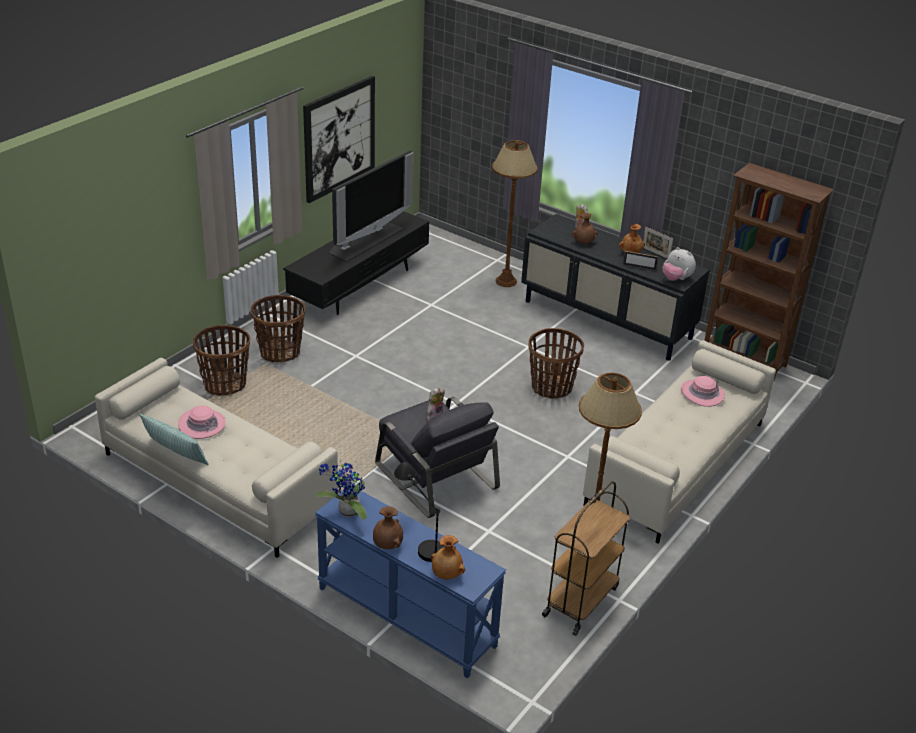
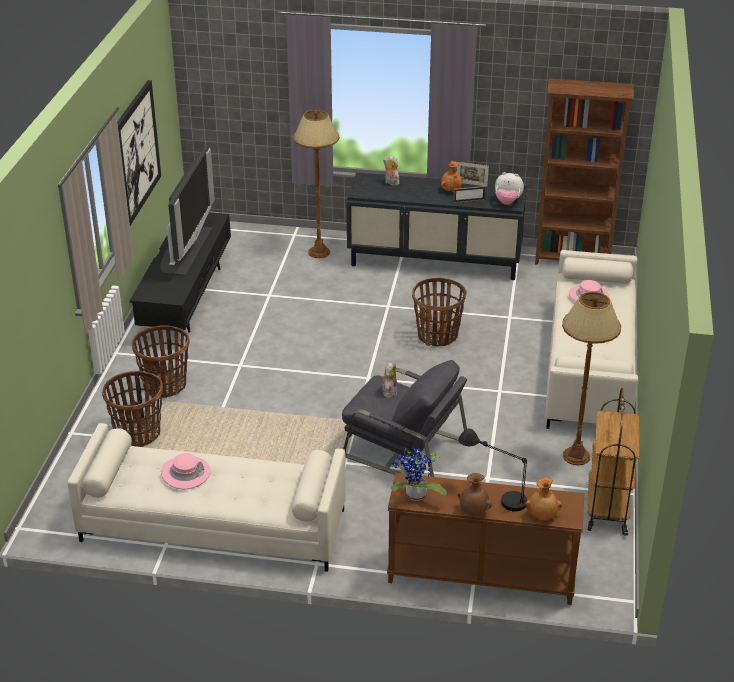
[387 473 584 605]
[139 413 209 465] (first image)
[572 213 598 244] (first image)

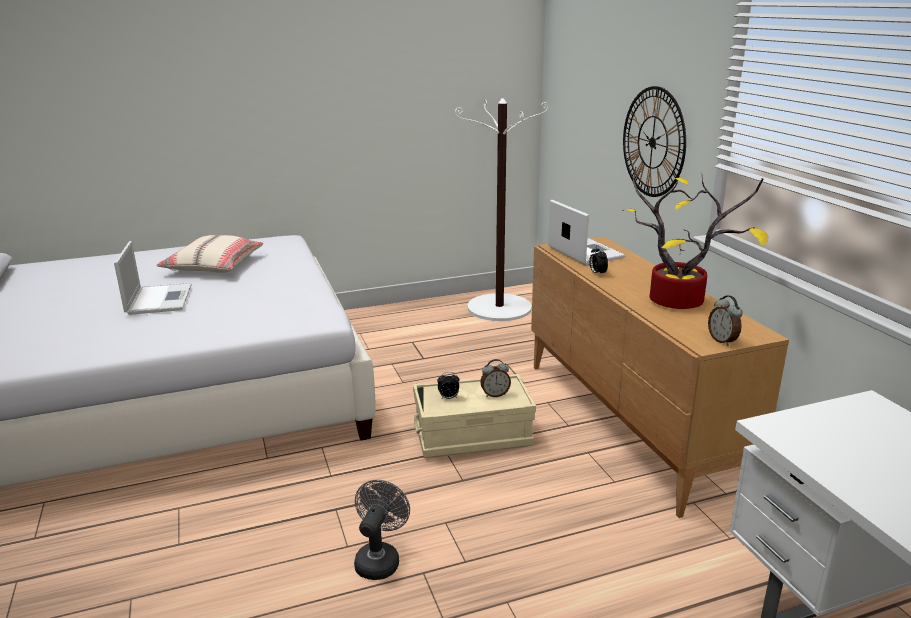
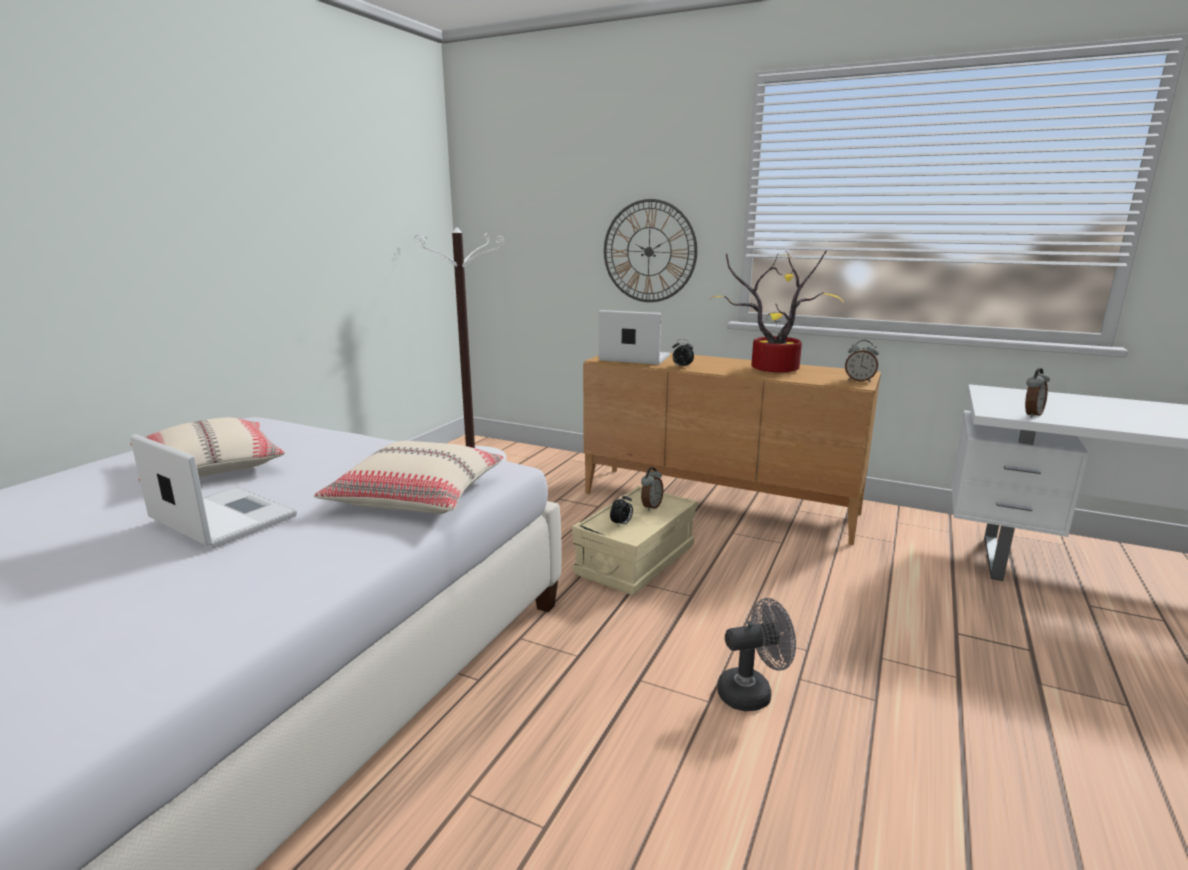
[314 441 504 514]
[717 598 796 711]
[1025 368 1050 418]

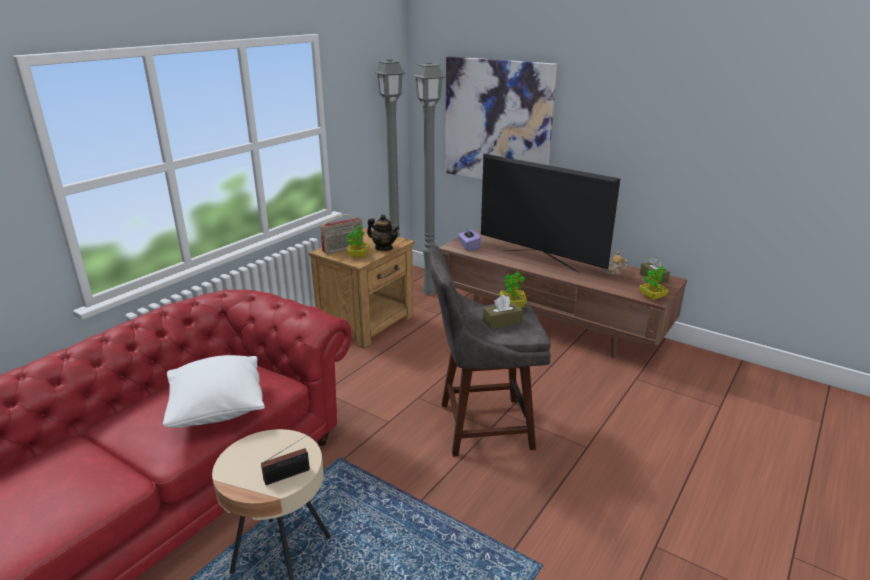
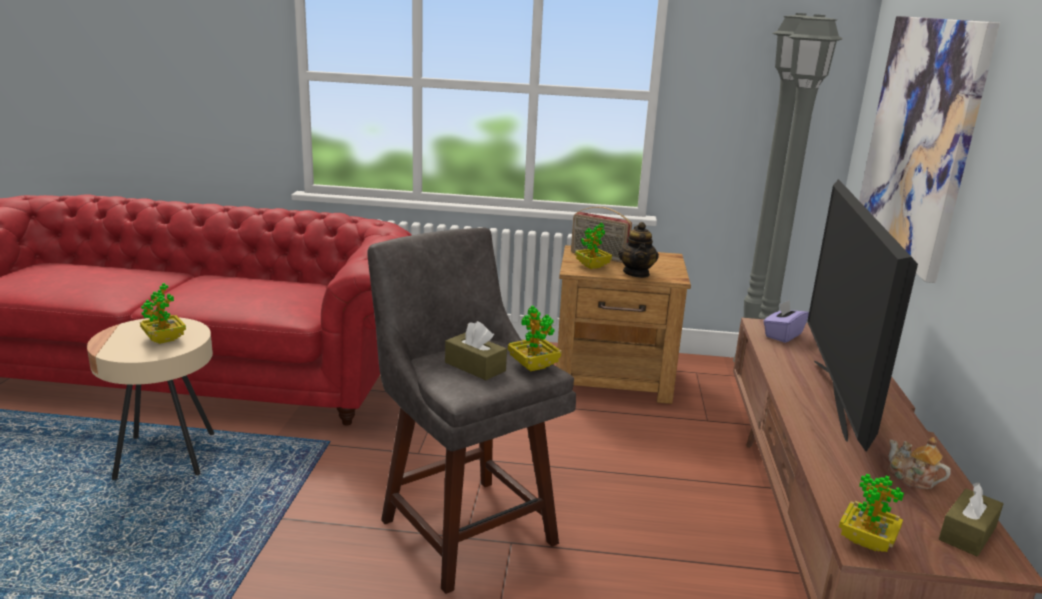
[140 283 186 344]
[163 355 265 428] (first image)
[261 433 310 485] (first image)

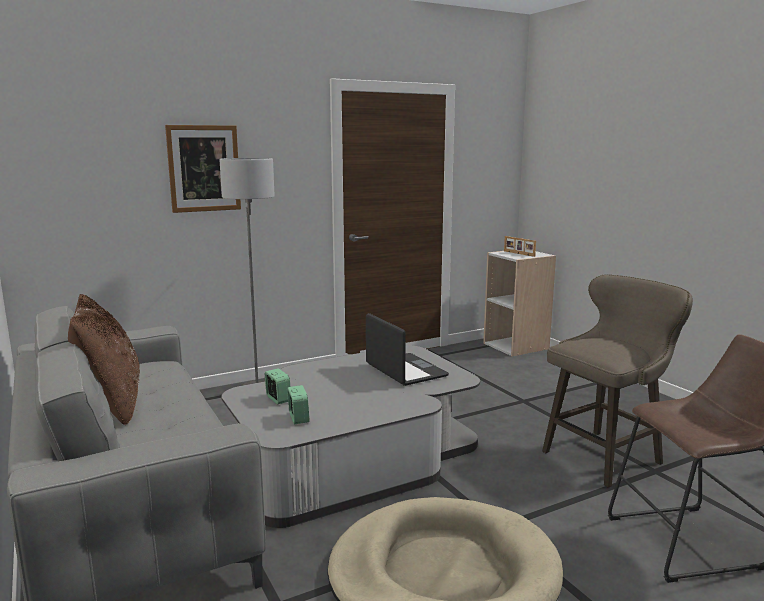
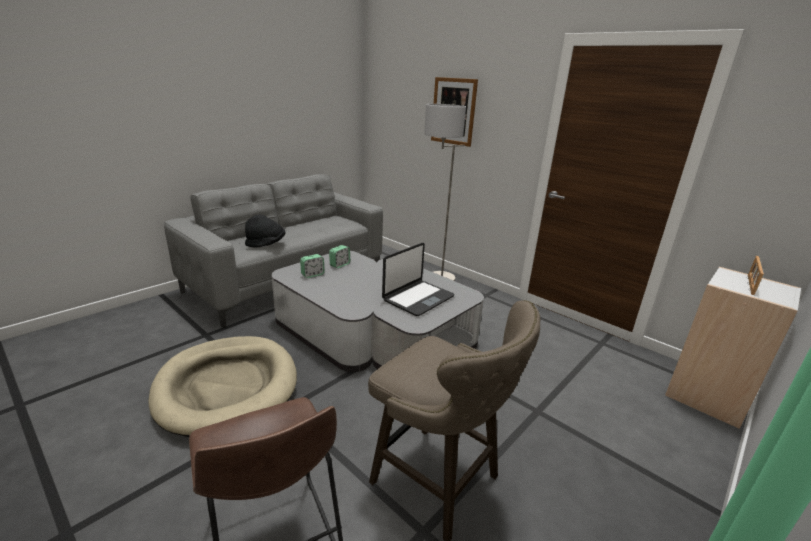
[245 214 285 247]
[68 294 140 425] (first image)

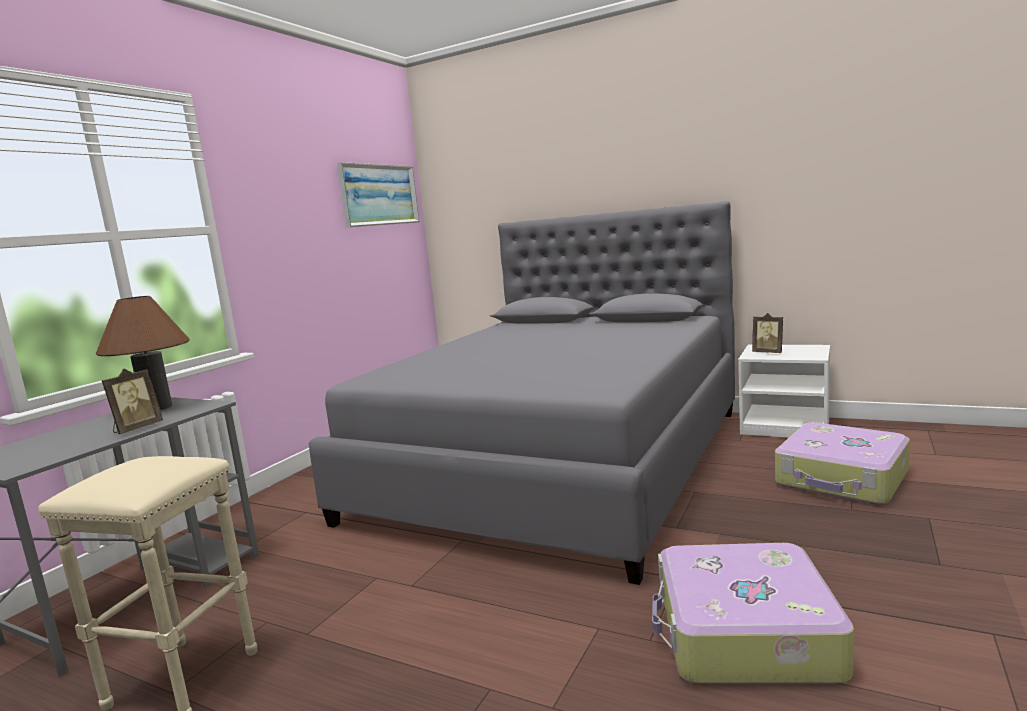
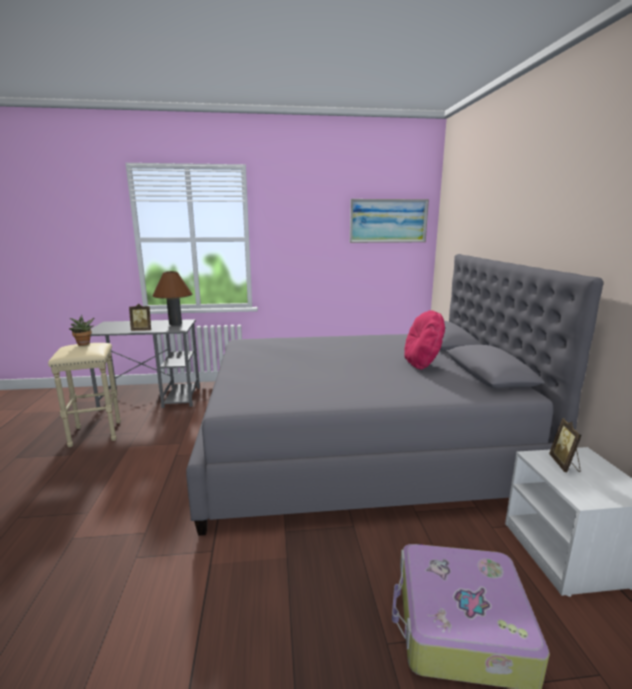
[69 314 94 346]
[404 310 445 370]
[652 543 854 684] (first image)

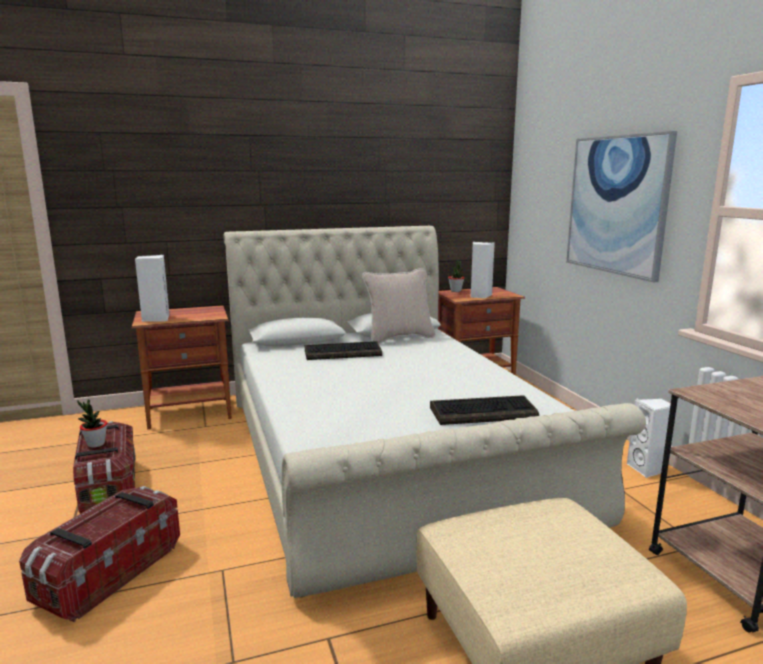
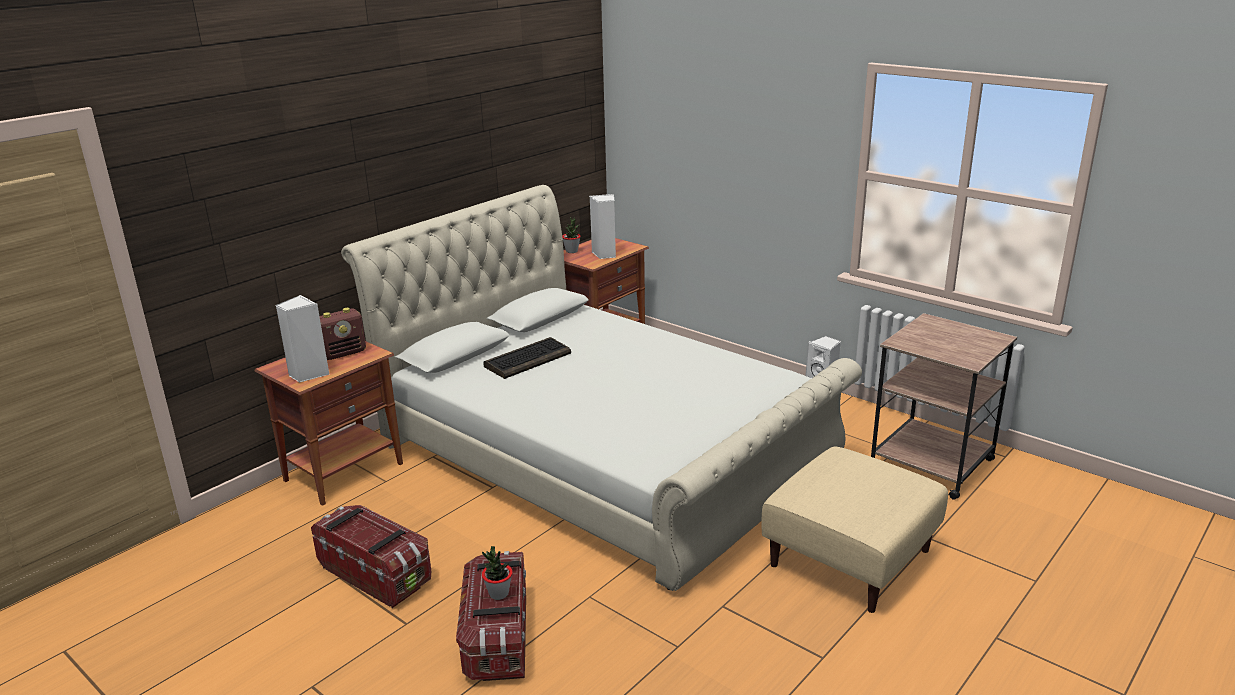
[320 308 366 360]
[482 546 513 600]
[362 268 435 344] (first image)
[430 395 539 425] (first image)
[566 131 677 283] (first image)

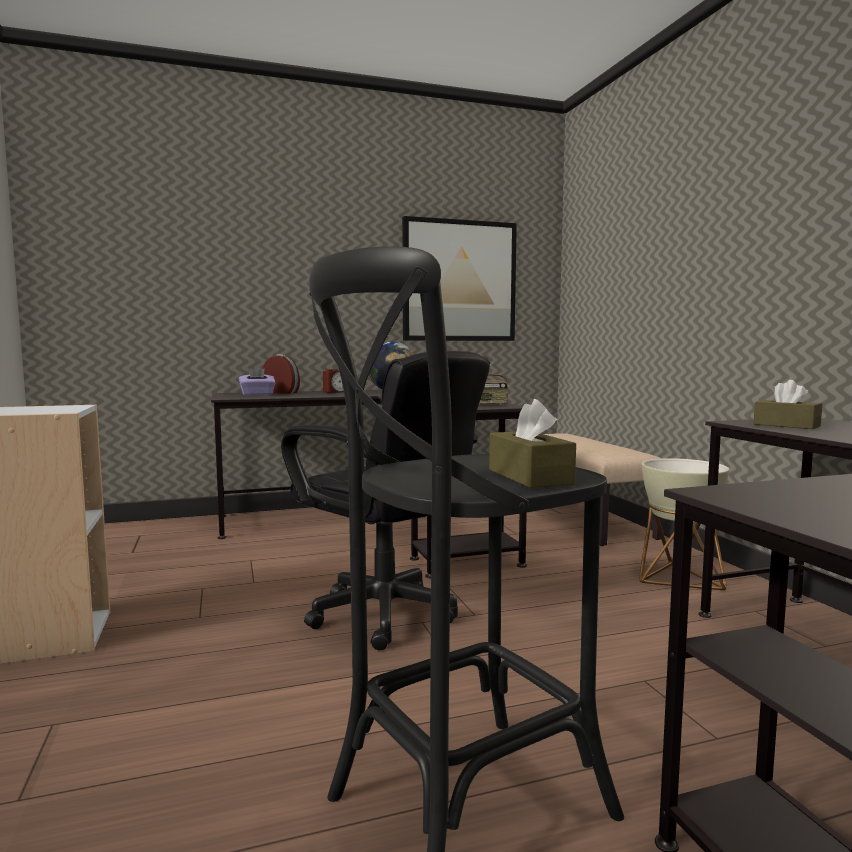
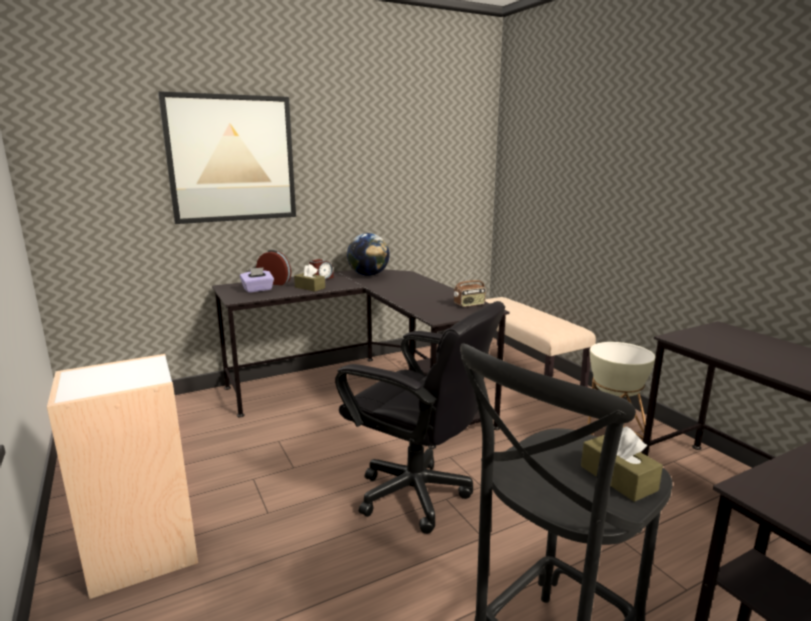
[158 91 296 224]
[294 264 325 292]

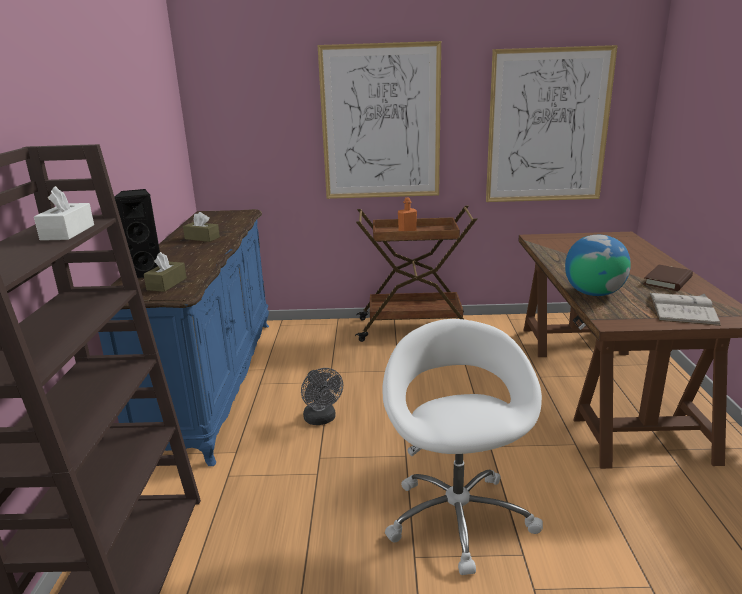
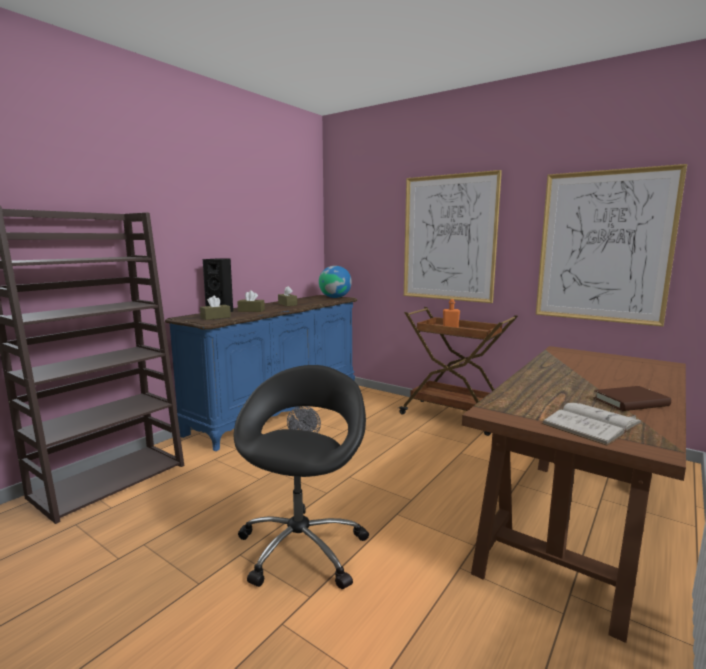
[234 365 369 589]
[237 290 265 312]
[319 266 352 298]
[34 186 94 241] (first image)

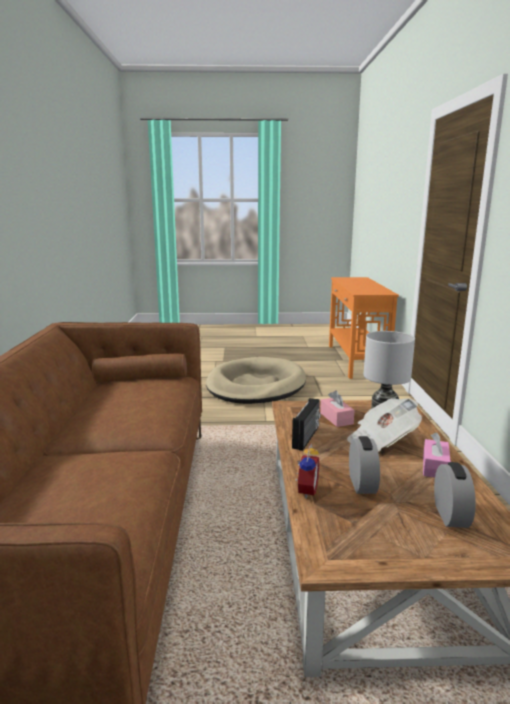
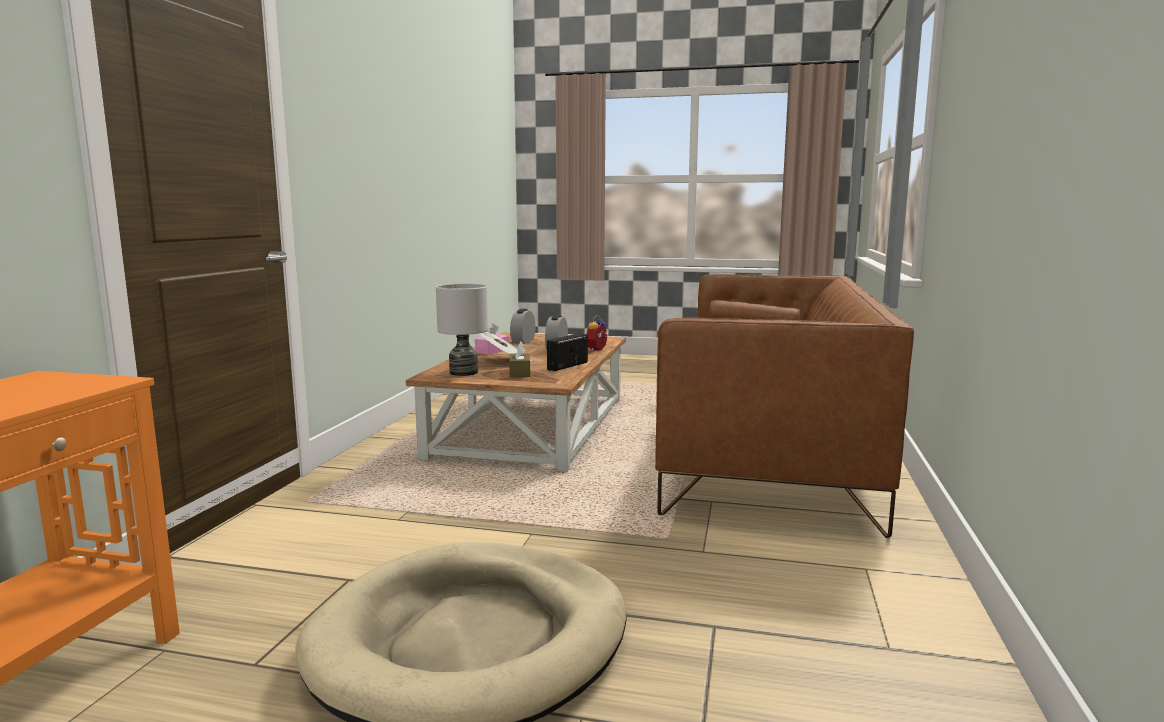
[509 342 530 377]

